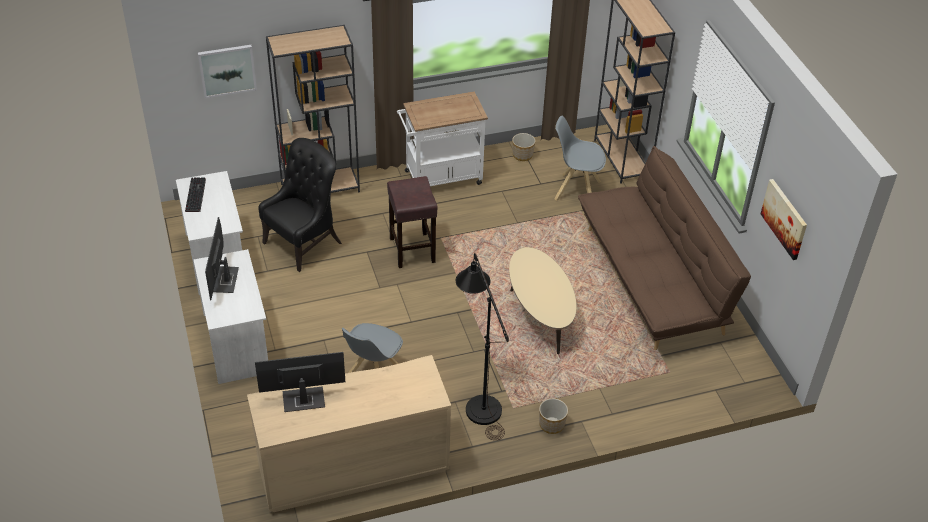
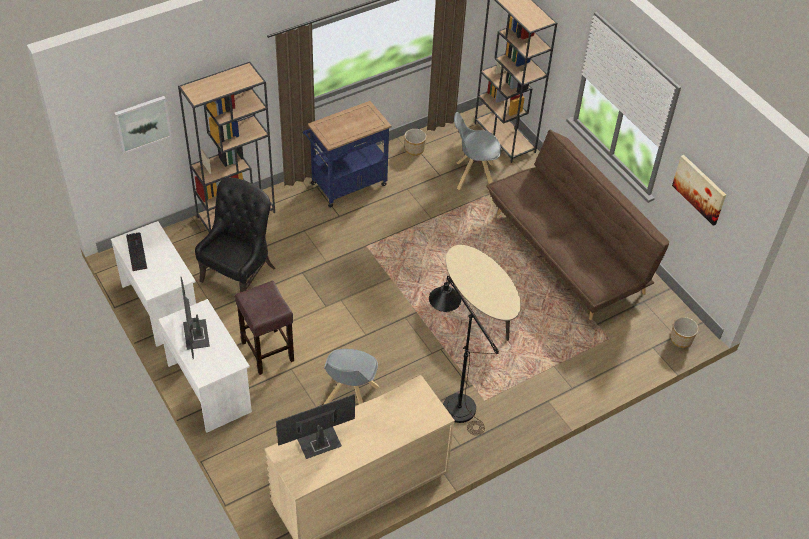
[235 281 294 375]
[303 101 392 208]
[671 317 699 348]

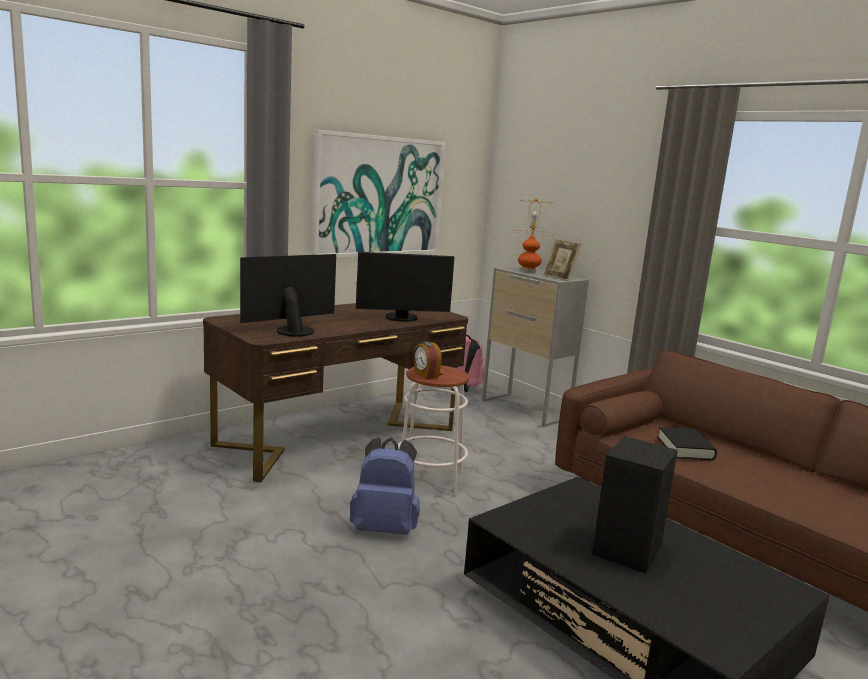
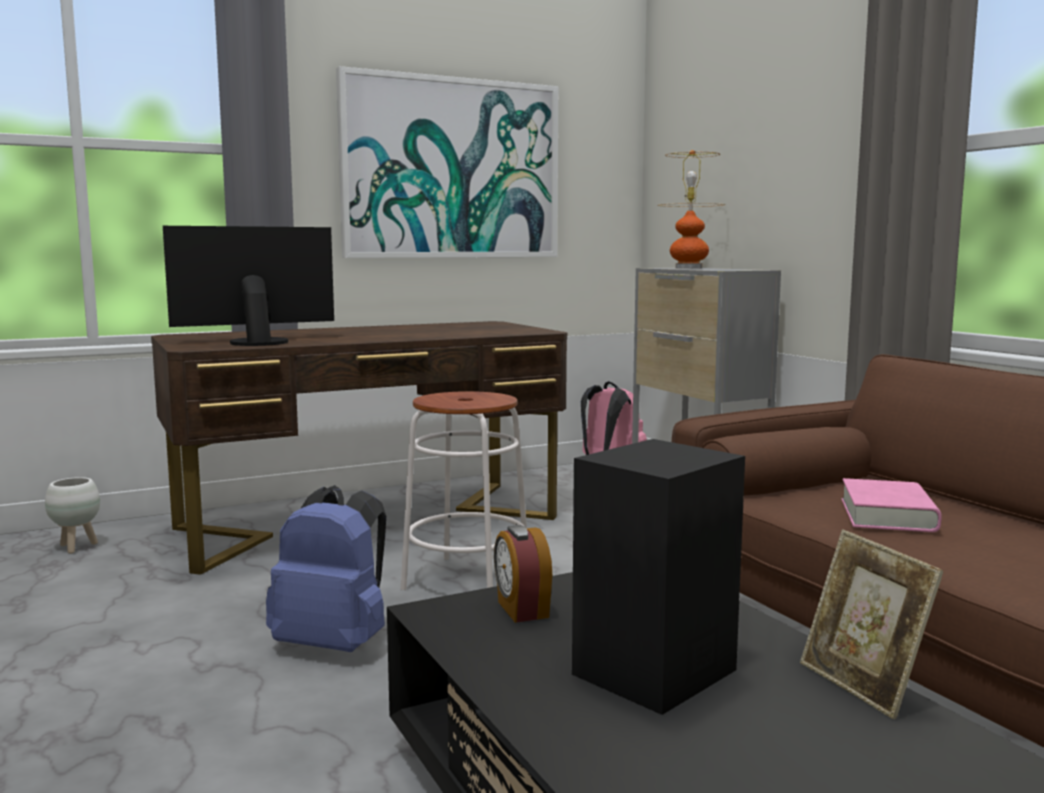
[45 477 100 554]
[494 525 552 623]
[800 529 944 719]
[841 478 942 532]
[356 252 455 322] (first image)

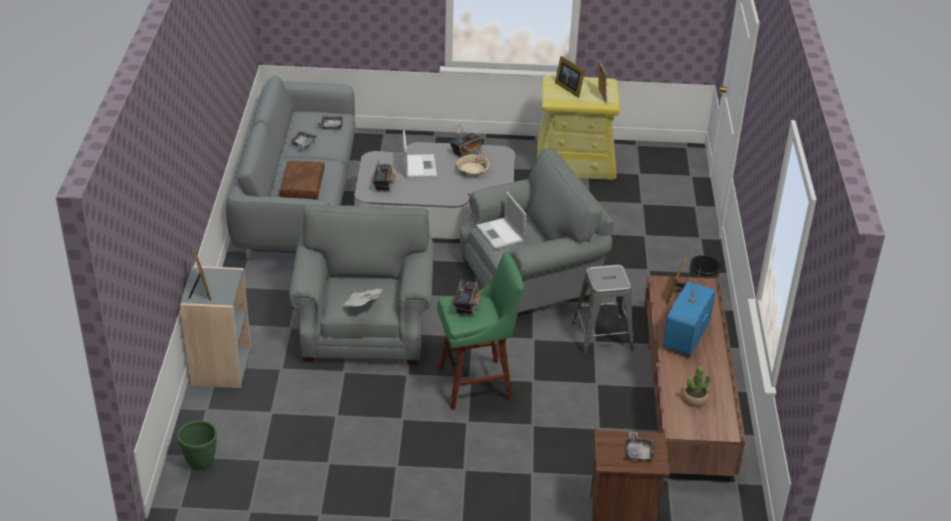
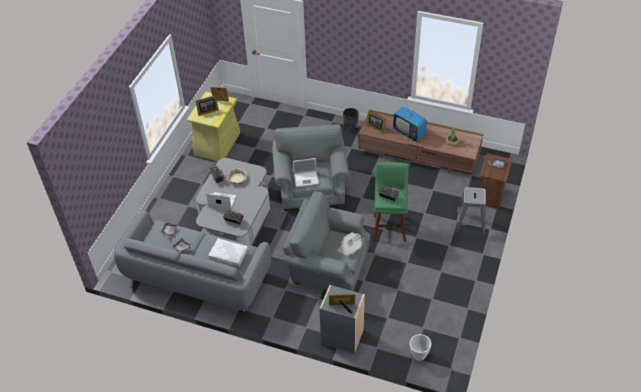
[208 238 248 267]
[409 334 431 361]
[456 187 486 235]

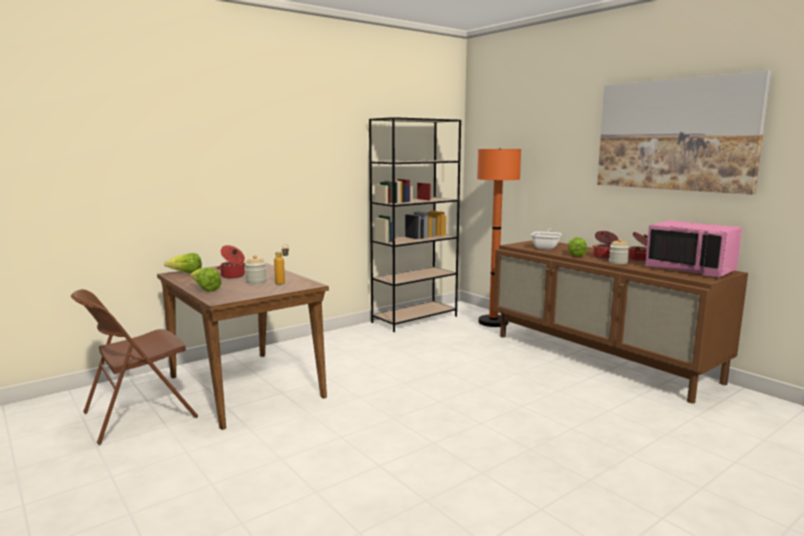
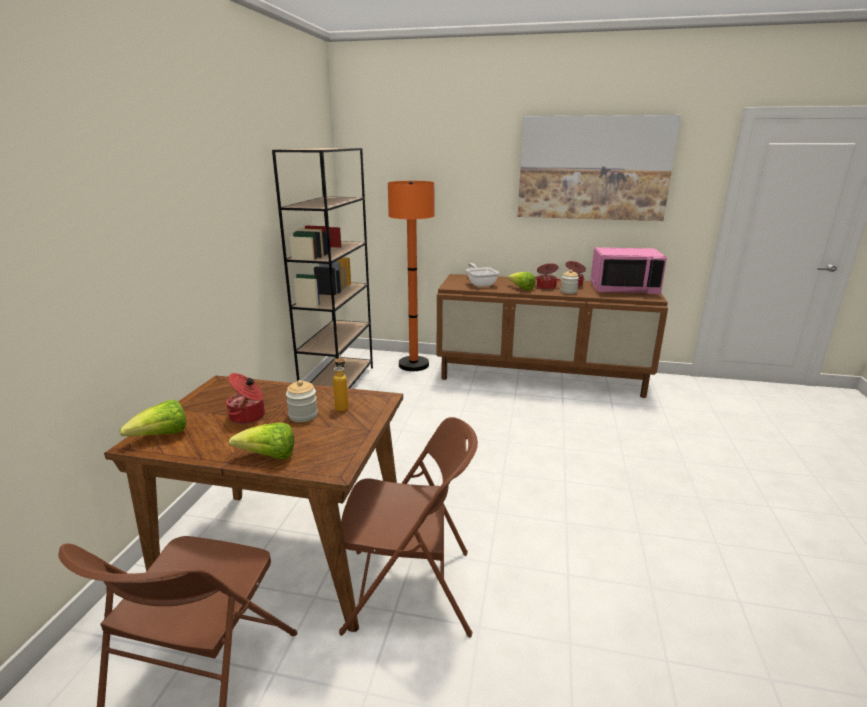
[339 417 478 638]

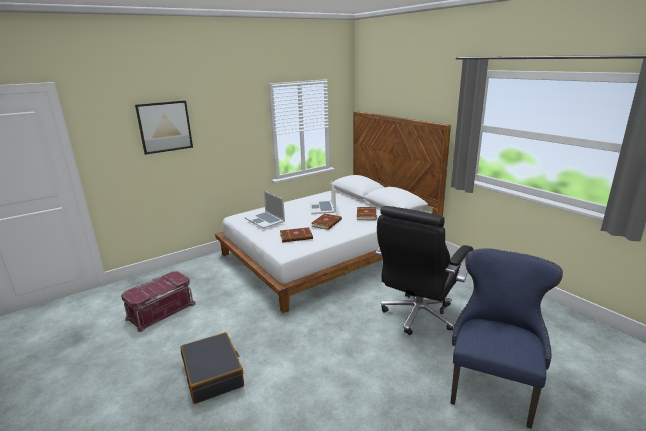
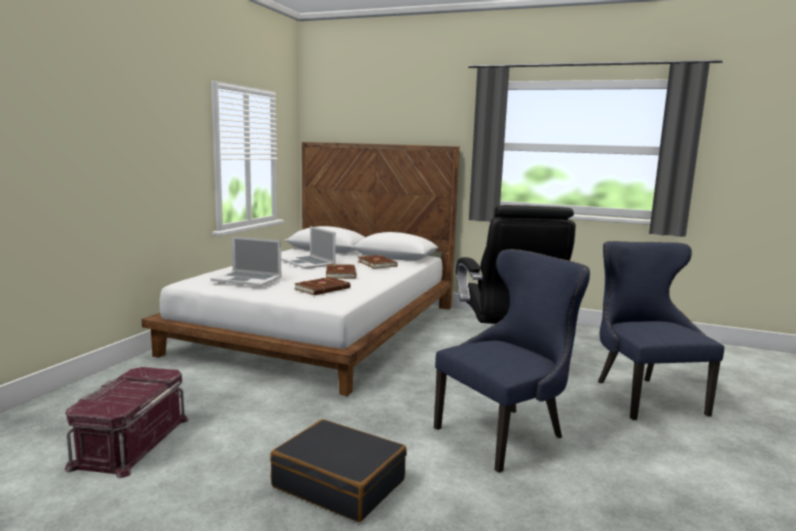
[434 249 590 473]
[135 100 193 155] (first image)

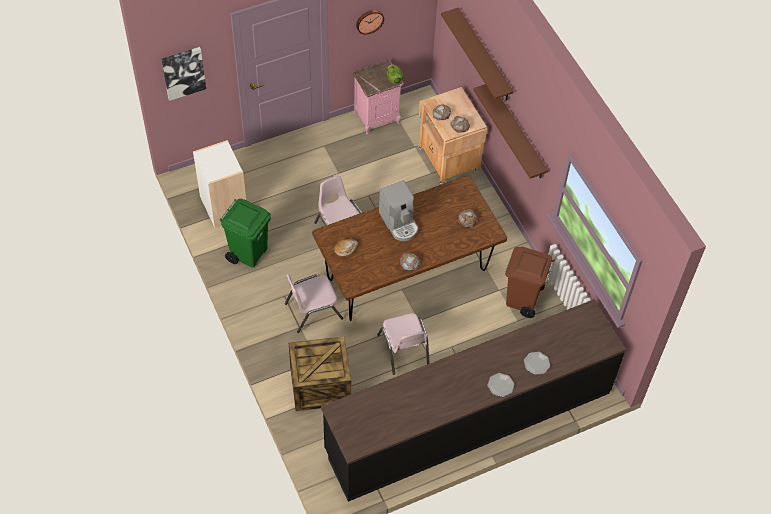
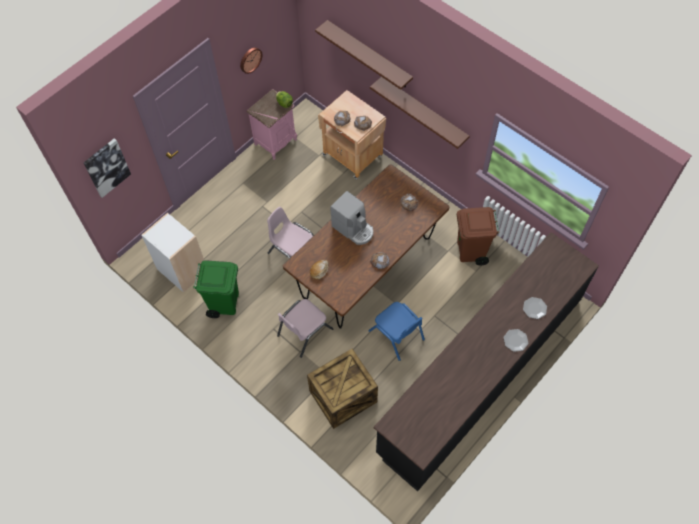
[369 302 425 361]

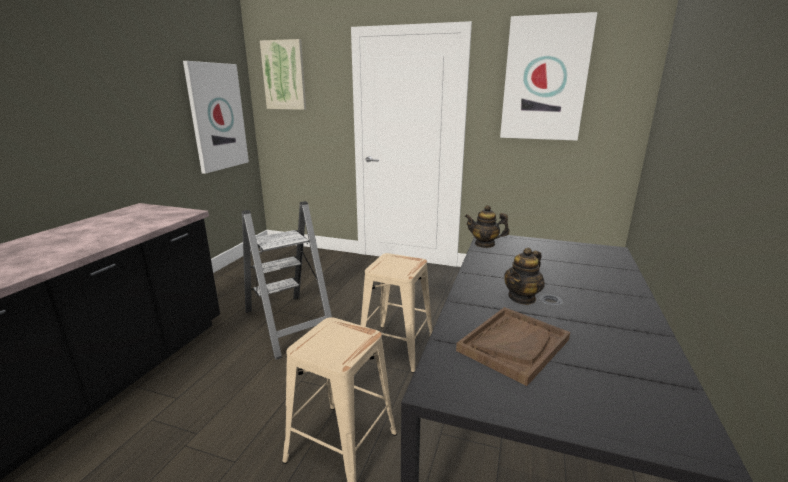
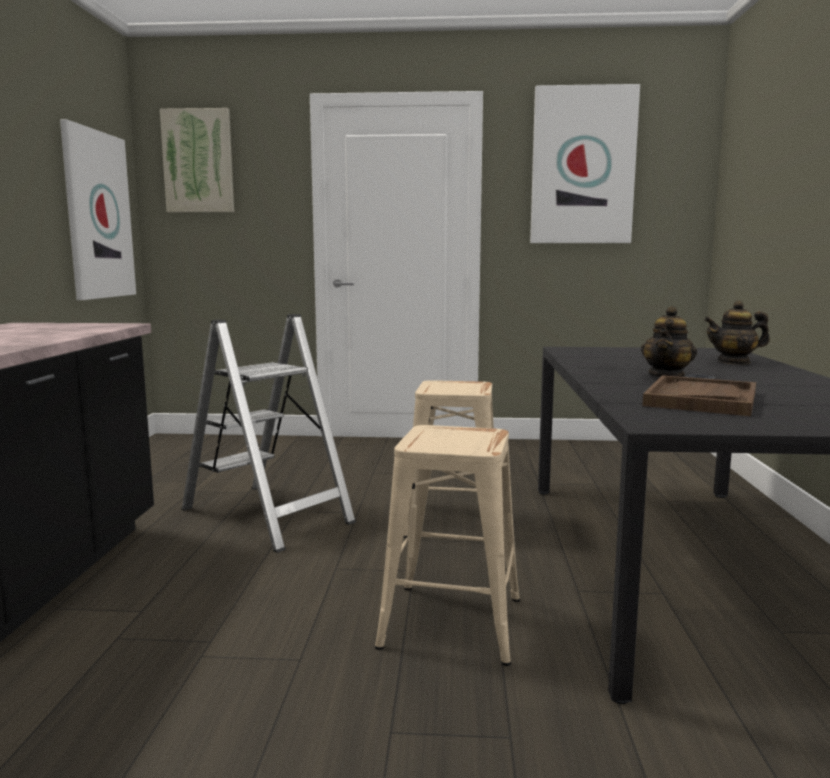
[704 301 770 365]

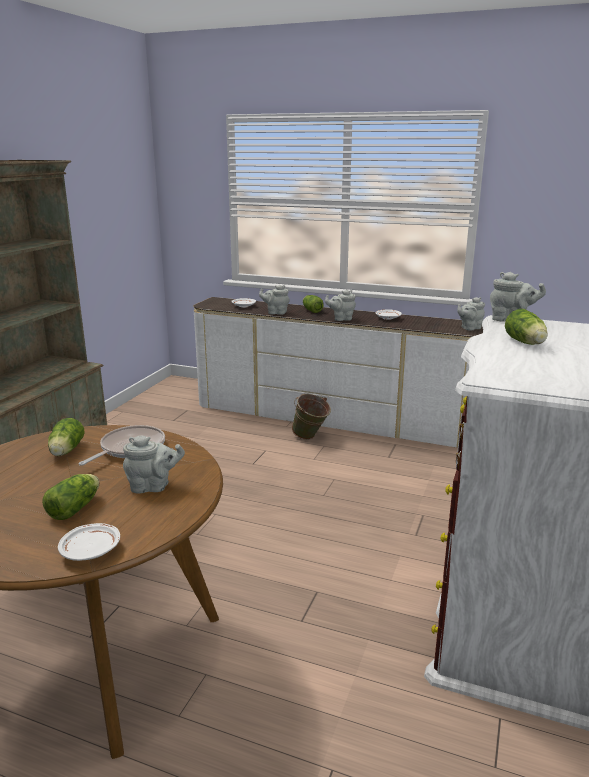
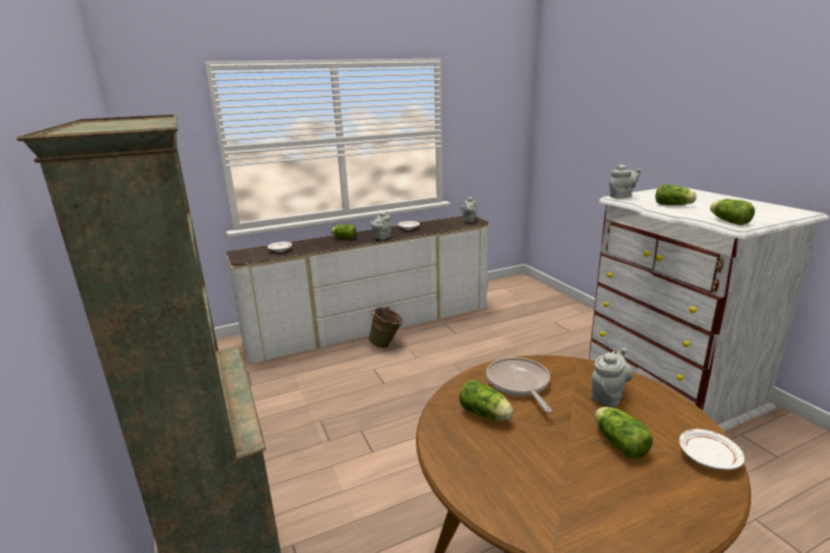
[710 199 755 225]
[259 285 290 315] (first image)

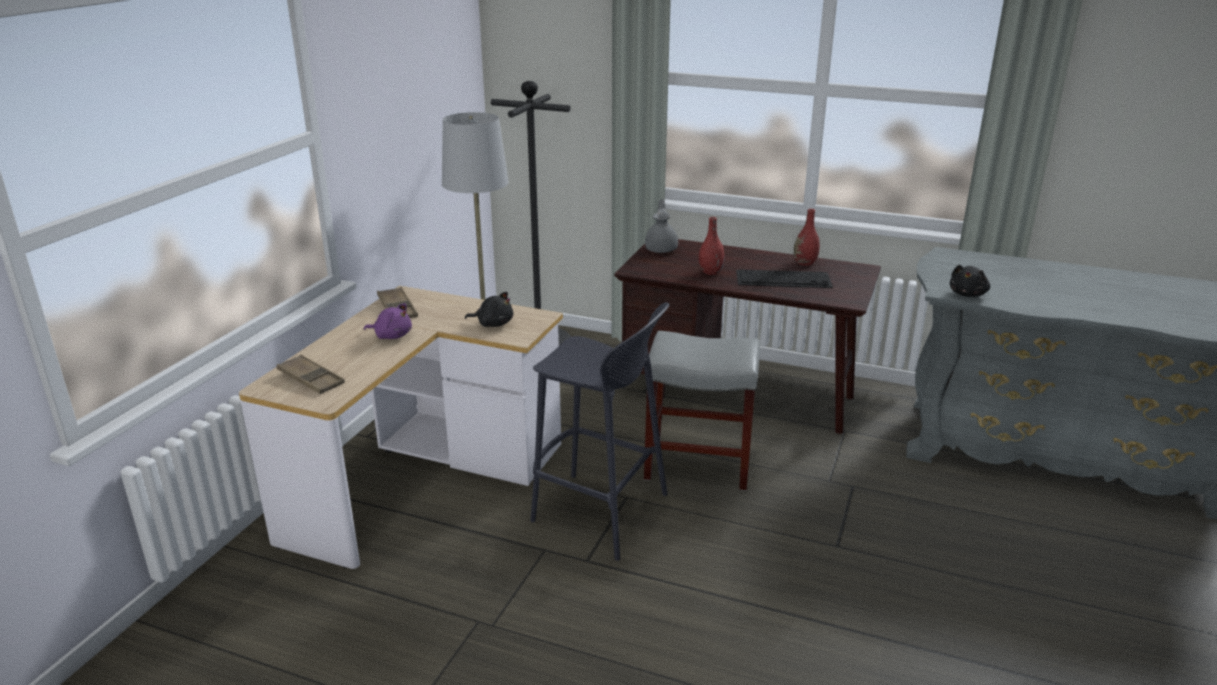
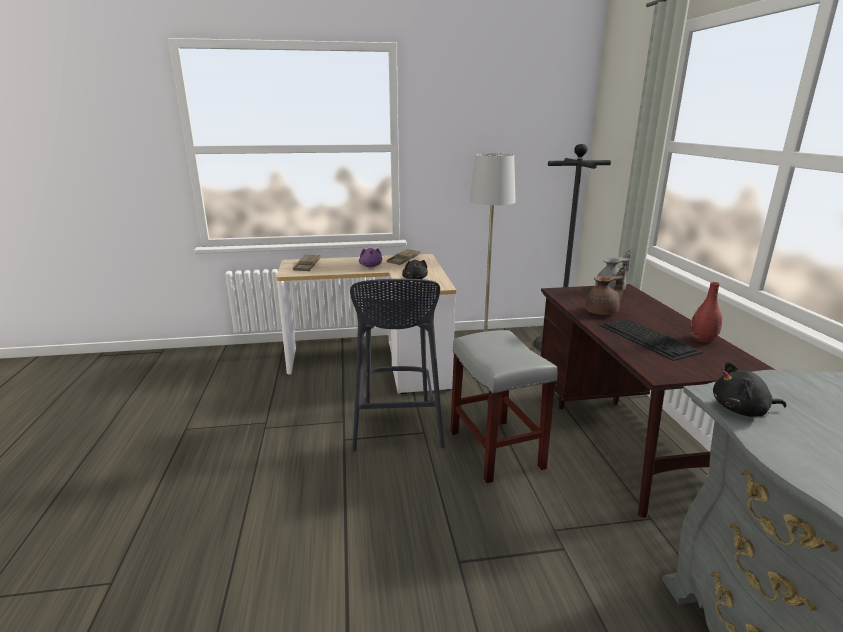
[585 266 626 315]

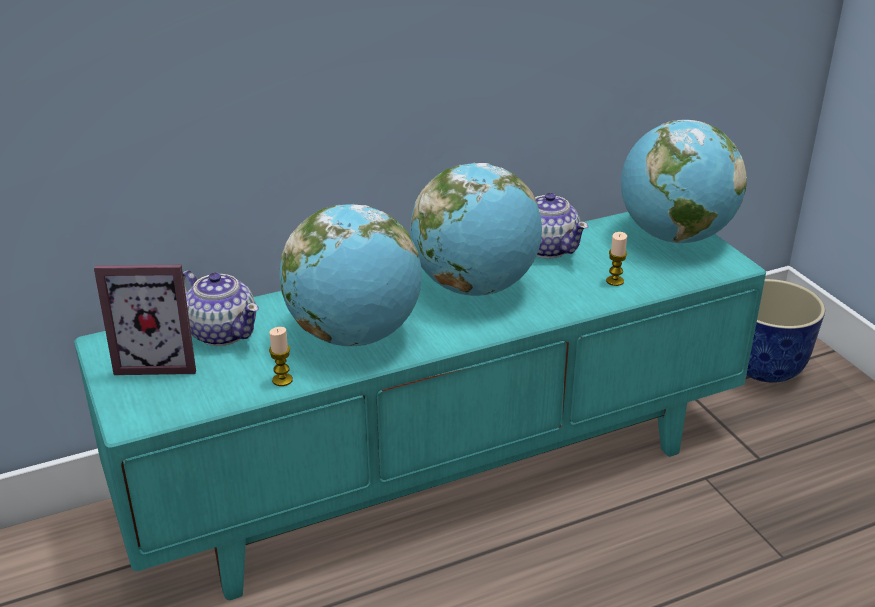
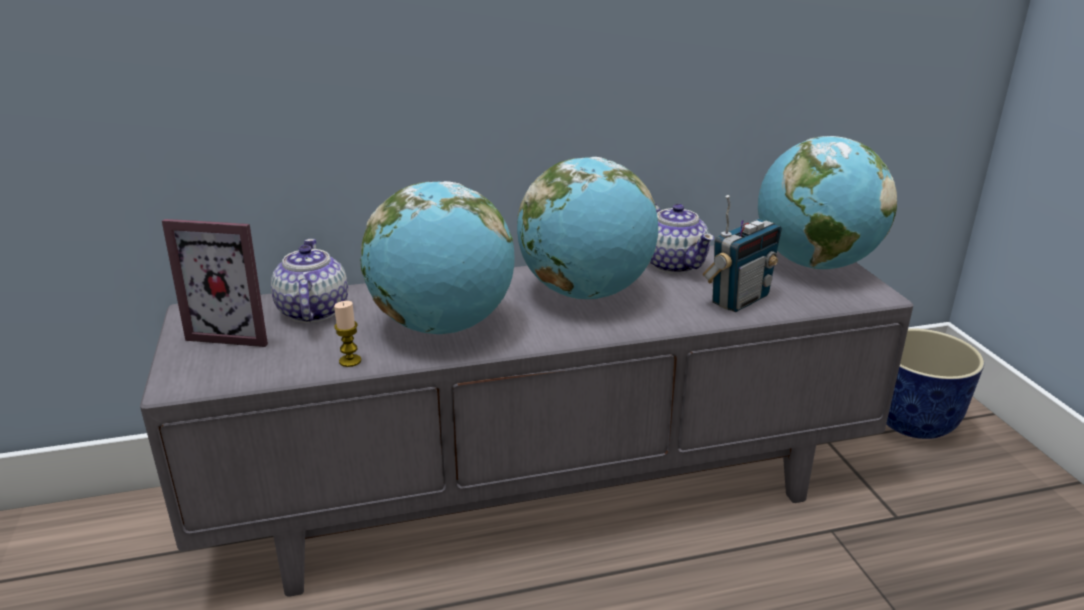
[140 246 913 597]
[271 239 348 323]
[703 195 782 312]

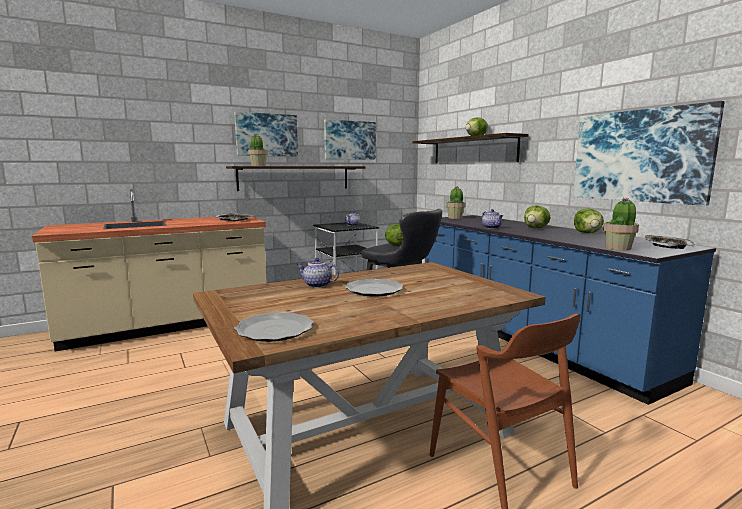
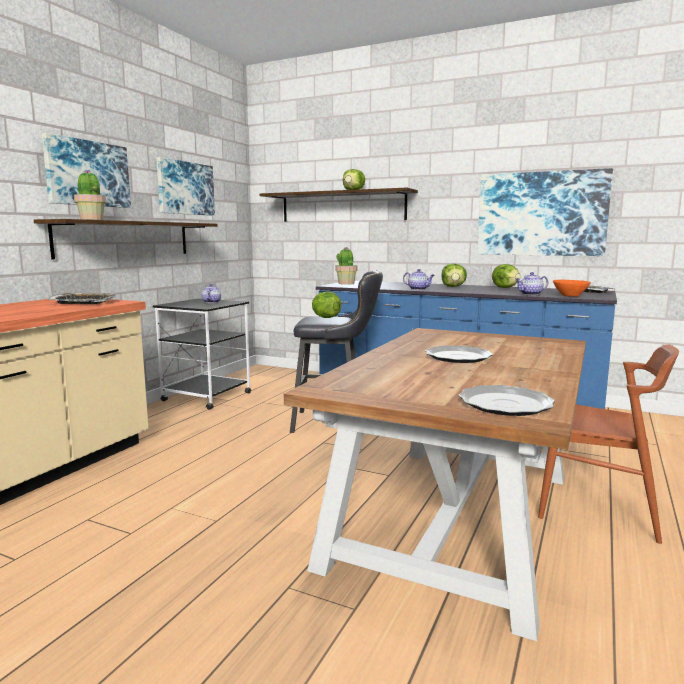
[515 272 548 295]
[553 280 591 297]

